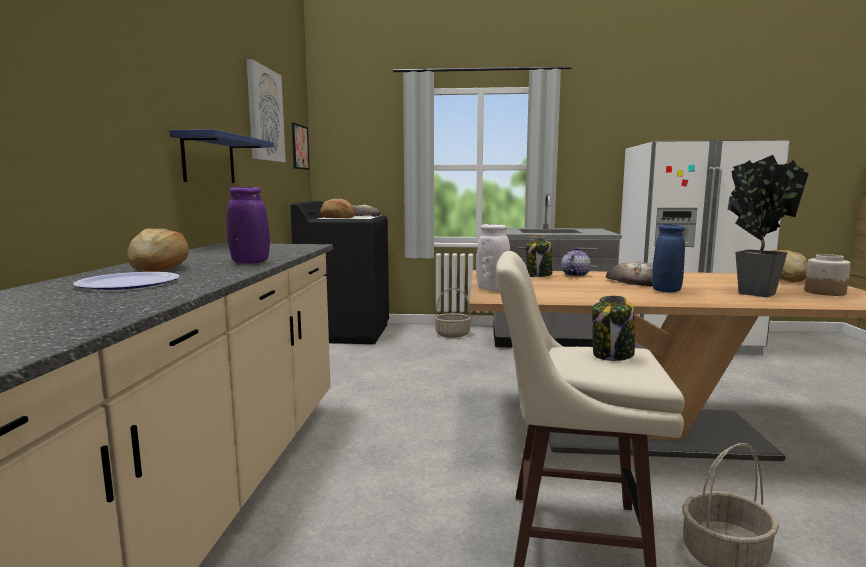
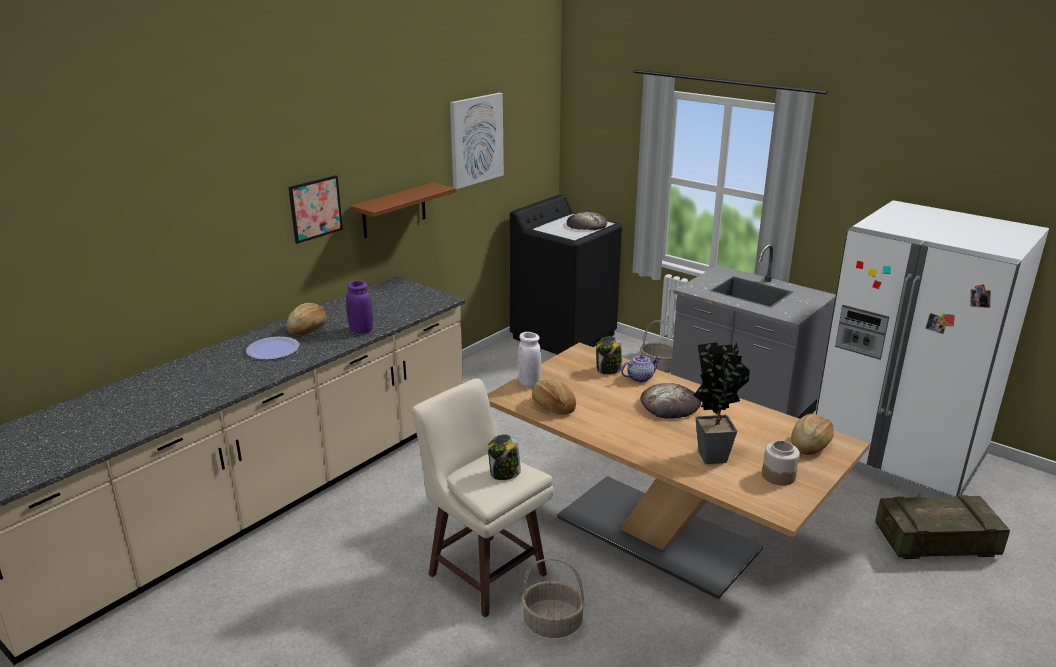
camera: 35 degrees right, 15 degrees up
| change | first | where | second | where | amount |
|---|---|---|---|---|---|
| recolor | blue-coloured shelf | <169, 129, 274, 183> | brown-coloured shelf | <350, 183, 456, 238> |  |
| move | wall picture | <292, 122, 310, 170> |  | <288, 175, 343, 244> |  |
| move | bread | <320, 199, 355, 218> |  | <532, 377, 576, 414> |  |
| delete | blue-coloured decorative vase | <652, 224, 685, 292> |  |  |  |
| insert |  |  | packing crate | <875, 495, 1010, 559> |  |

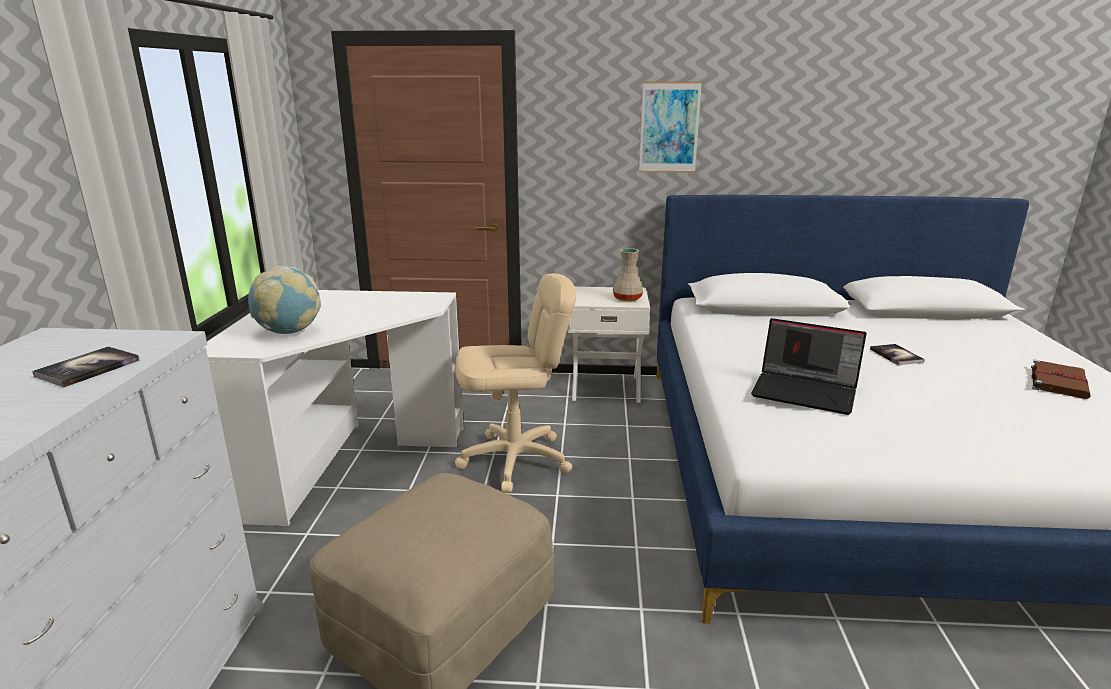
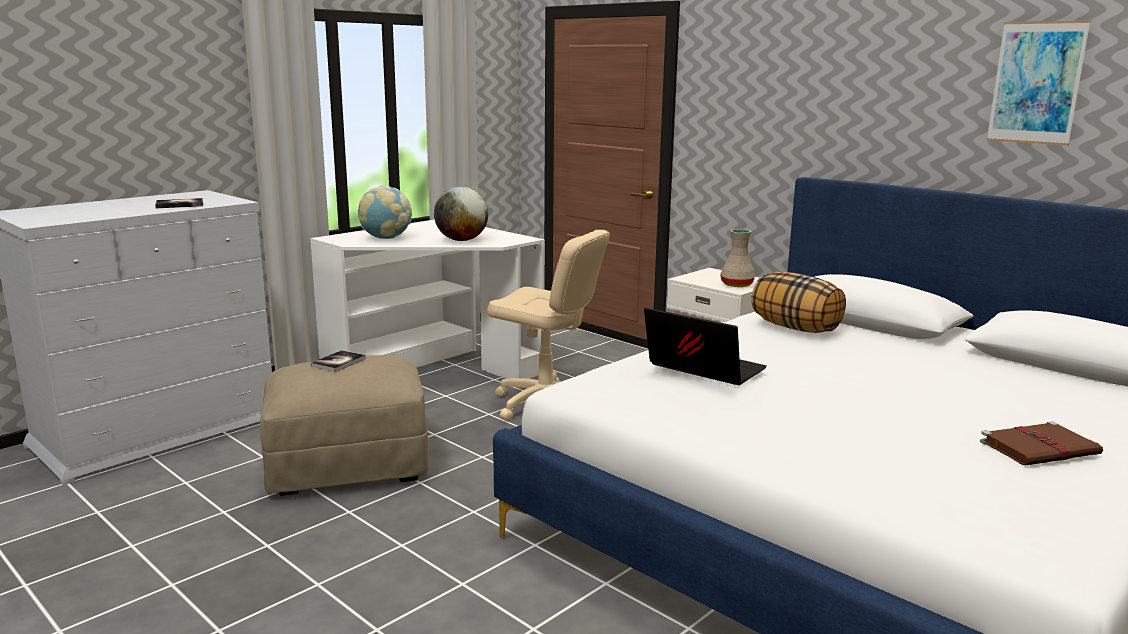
camera: 40 degrees right, 5 degrees down
| change | first | where | second | where | amount |
|---|---|---|---|---|---|
| move | wall picture | <639, 82, 702, 173> |  | <987, 20, 1091, 146> |  |
| rotate | notebook computer | <751, 318, 867, 415> |  | <644, 308, 767, 385> | 150 degrees clockwise |
| move | book | <870, 344, 925, 365> |  | <311, 350, 366, 372> |  |
| insert |  |  | desk globe | <434, 187, 488, 241> |  |
| insert |  |  | throw pillow | <751, 272, 846, 333> |  |

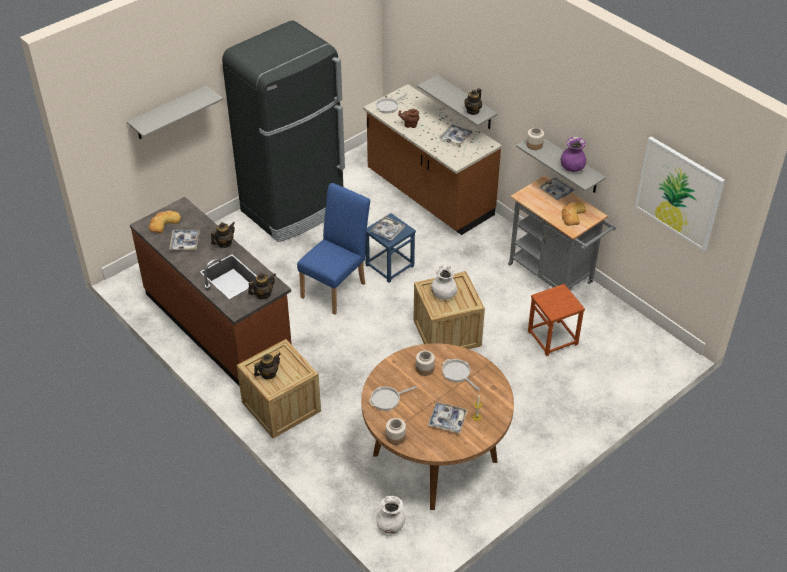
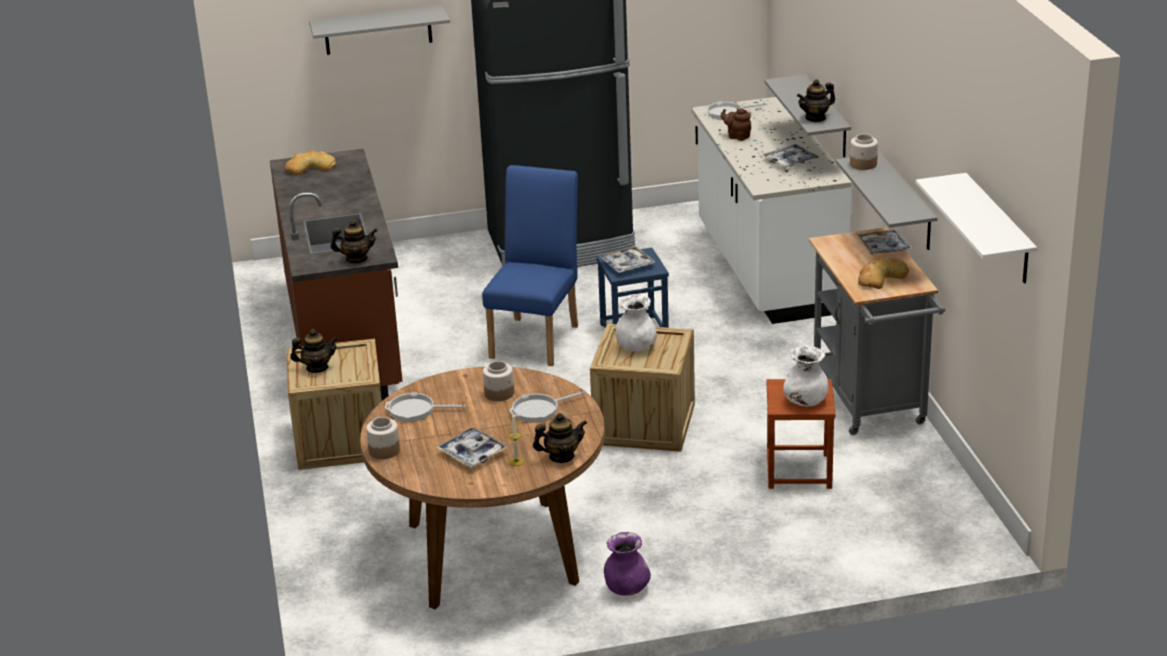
camera: 30 degrees right, 15 degrees down
| change | first | where | second | where | amount |
|---|---|---|---|---|---|
| delete | serving tray | <169, 229, 200, 251> |  |  |  |
| move | tea pot | <211, 222, 235, 248> |  | <533, 413, 587, 463> |  |
| rotate | blue-coloured plain chair | <297, 183, 370, 314> |  | <482, 165, 578, 366> | 45 degrees counterclockwise |
| recolor | brown-coloured kitchen base unit | <363, 84, 502, 235> | whitish kitchen base unit | <691, 97, 852, 324> |  |
| move | whitish decorative vase | <376, 496, 405, 534> |  | <783, 346, 829, 406> |  |
| rotate | pan | <442, 359, 480, 391> |  | <509, 391, 585, 423> | 105 degrees counterclockwise |
| move | purple-coloured decorative vase | <561, 137, 586, 172> |  | <604, 532, 651, 596> |  |
| replace | wall picture | <635, 137, 725, 251> | whitish shelf | <916, 173, 1037, 283> |  |

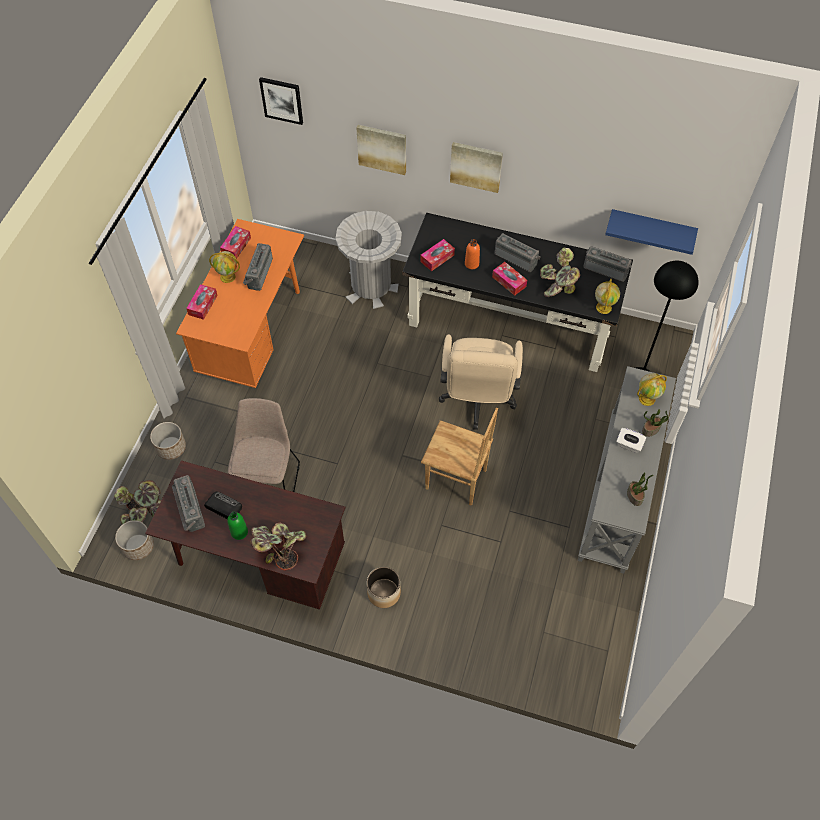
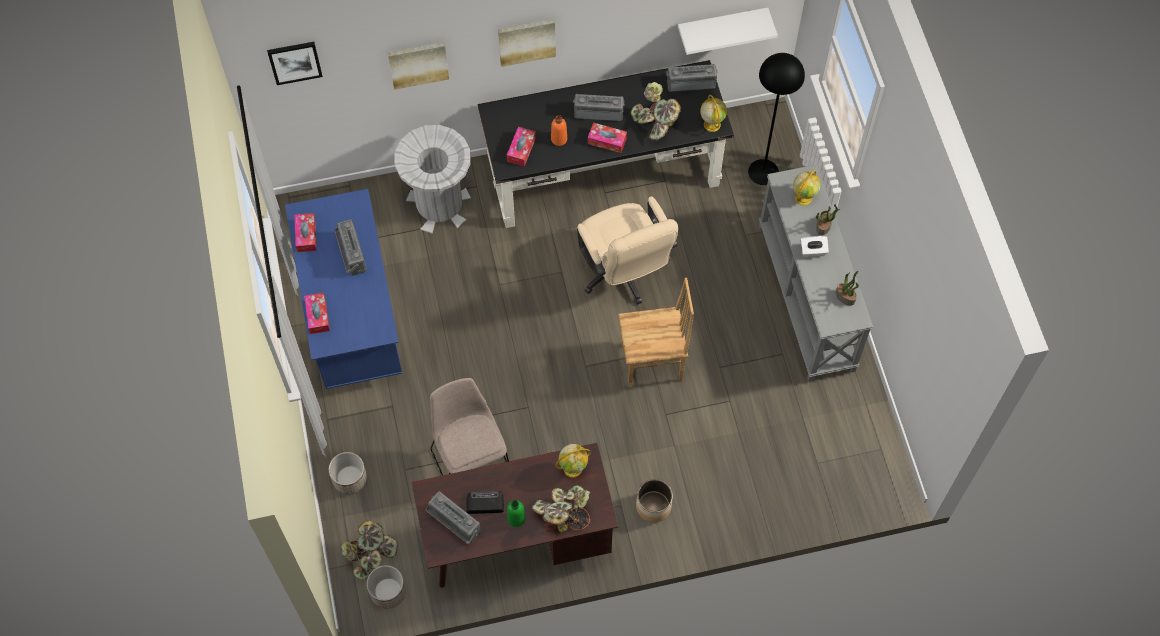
camera: 30 degrees left, 5 degrees up
| change | first | where | second | where | amount |
|---|---|---|---|---|---|
| recolor | orange desk table | <176, 219, 304, 388> | blue-coloured desk table | <285, 189, 402, 389> |  |
| move | desk globe | <209, 251, 240, 283> |  | <555, 444, 591, 478> |  |
| recolor | blue-coloured shelf | <605, 209, 698, 255> | whitish shelf | <678, 8, 778, 55> |  |

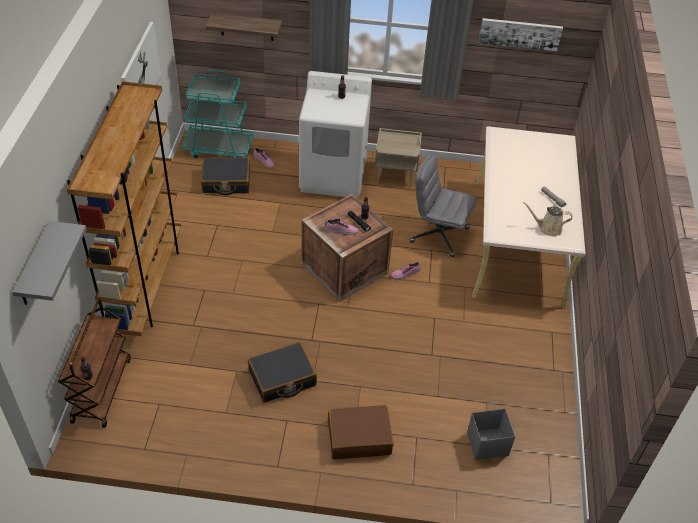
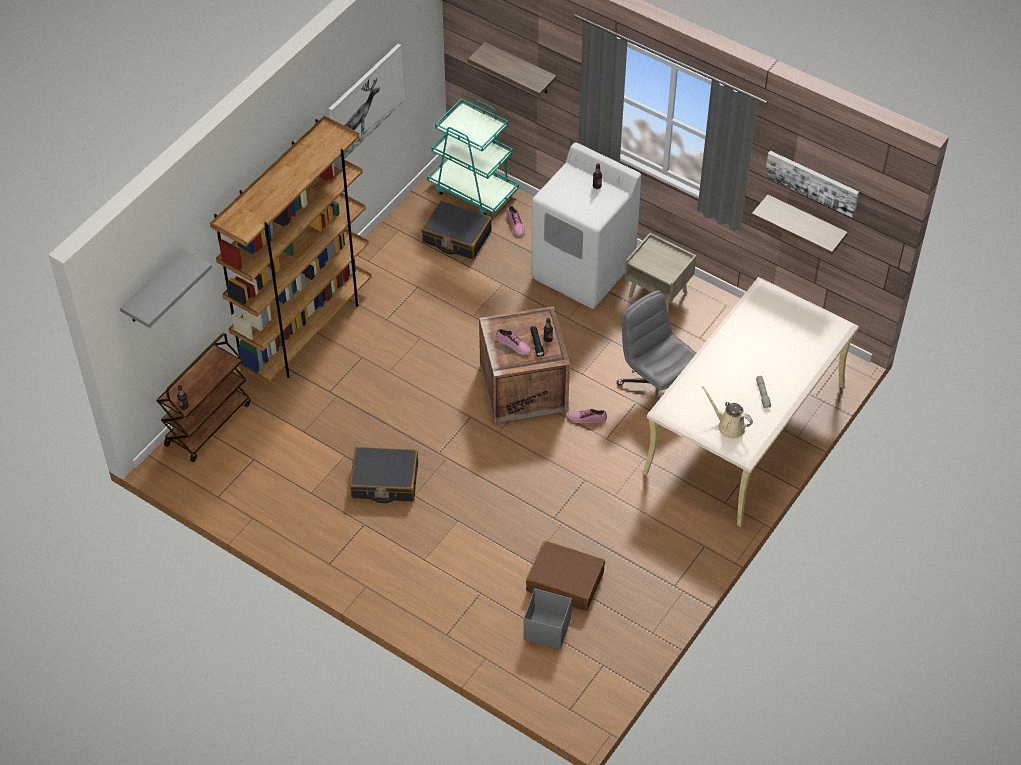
camera: 30 degrees right, 5 degrees up
| change | first | where | second | where | amount |
|---|---|---|---|---|---|
| move | brown-coloured piece of luggage | <328, 405, 394, 459> |  | <526, 541, 605, 611> |  |
| insert |  |  | shelf | <751, 194, 848, 255> |  |

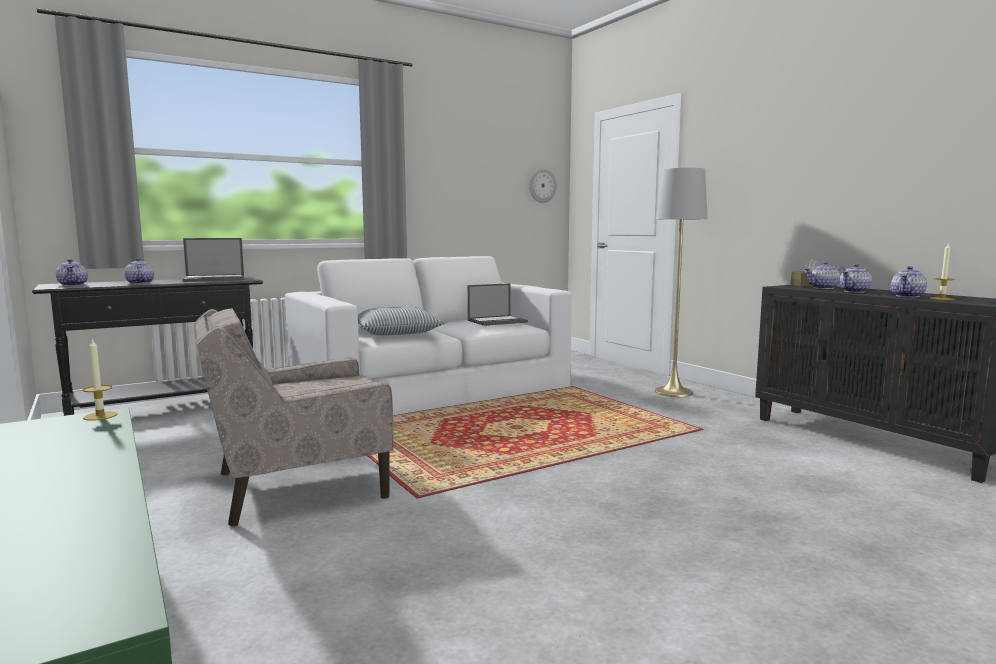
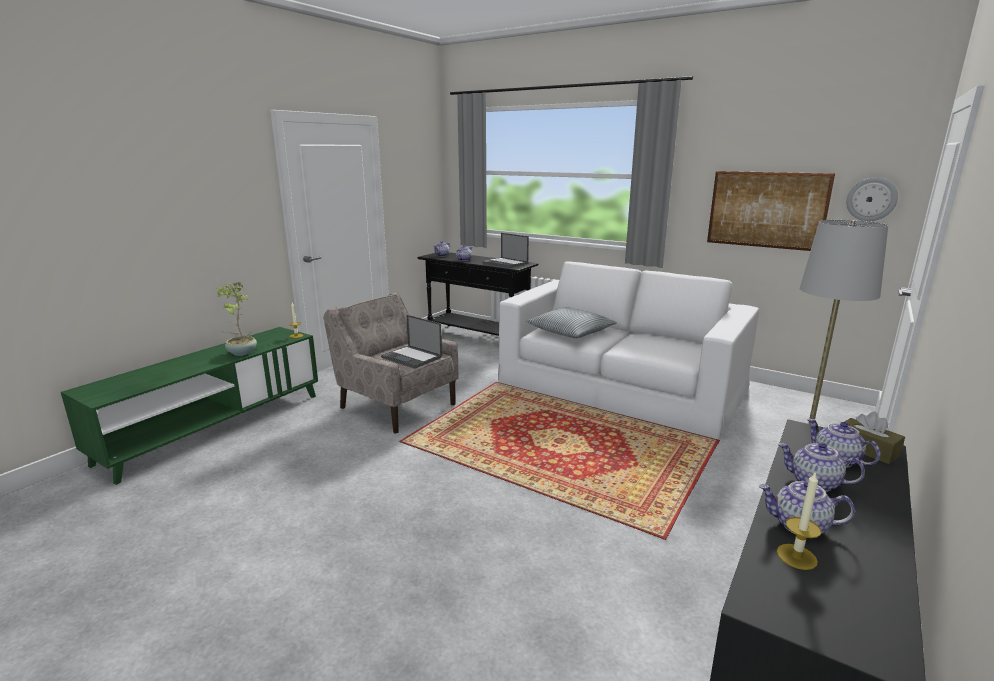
camera: 65 degrees right, 10 degrees up
| change | first | where | second | where | amount |
|---|---|---|---|---|---|
| move | notebook computer | <468, 283, 528, 326> |  | <381, 315, 442, 369> |  |
| insert |  |  | houseplant | <216, 282, 257, 356> |  |
| insert |  |  | wall picture | <707, 171, 835, 251> |  |

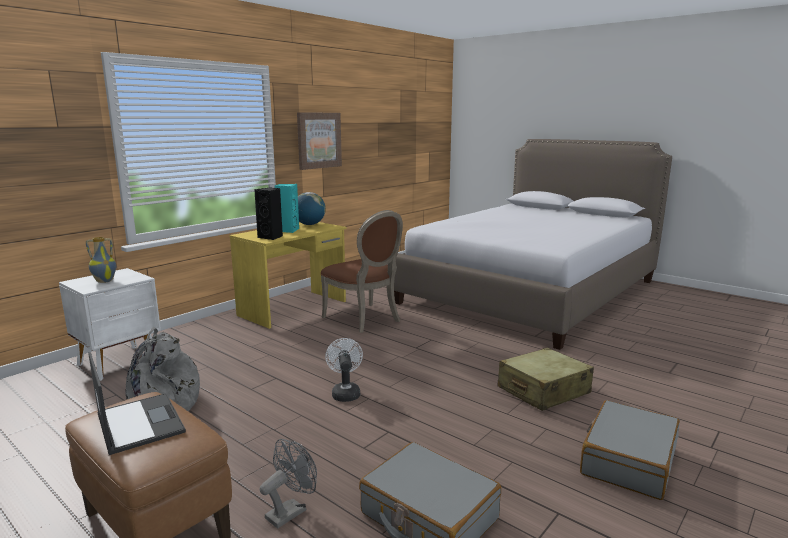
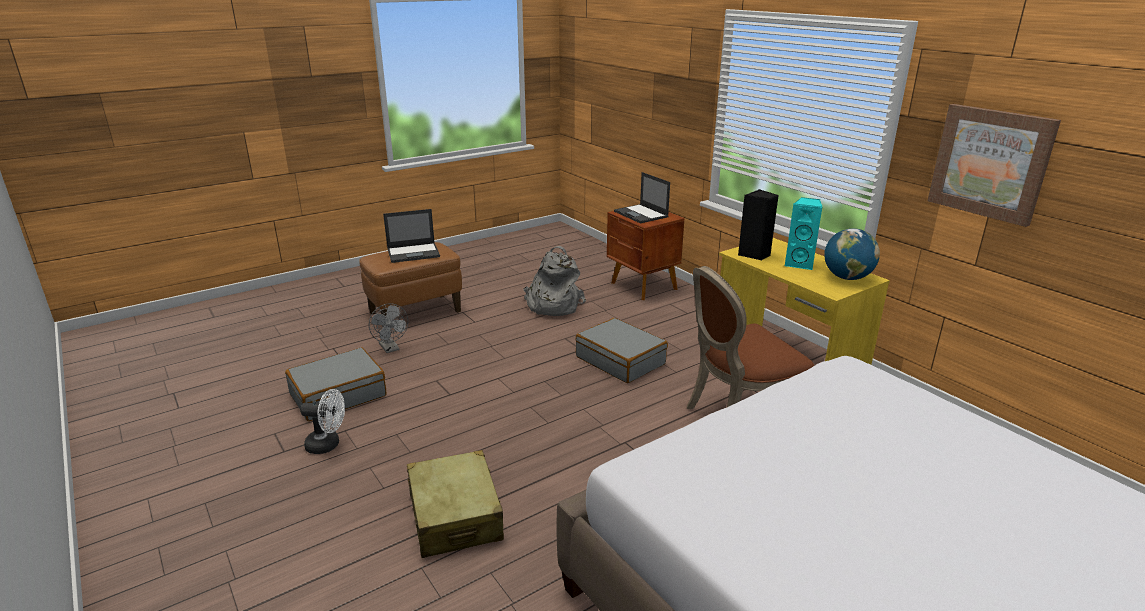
camera: 105 degrees right, 10 degrees up
| change | first | where | second | where | amount |
|---|---|---|---|---|---|
| recolor | whitish night table | <59, 268, 161, 381> | brown-coloured night table | <607, 211, 685, 300> |  |
| replace | decorative vase | <86, 237, 116, 283> | notebook computer | <614, 172, 670, 224> |  |
| move | whitish electric fan | <325, 338, 363, 402> |  | <300, 389, 345, 454> |  |
| move | gray piece of luggage | <580, 400, 680, 500> |  | <575, 318, 668, 383> |  |

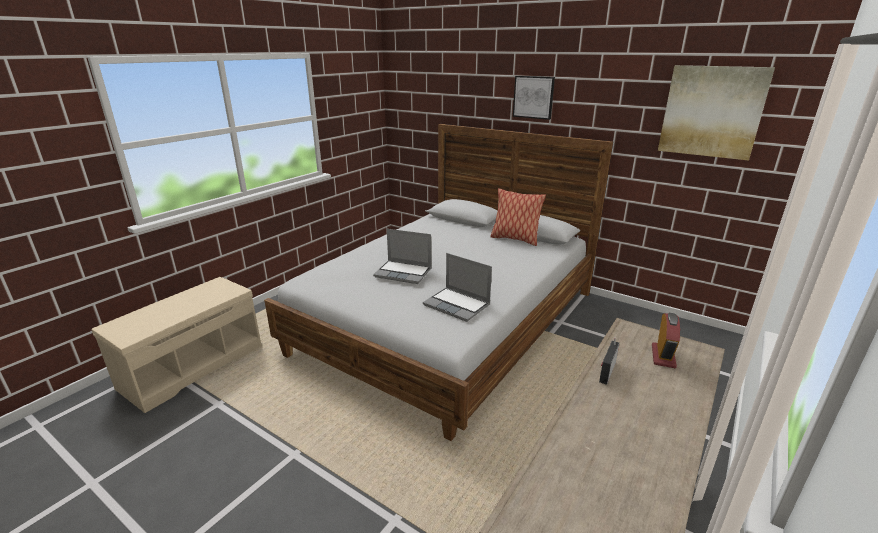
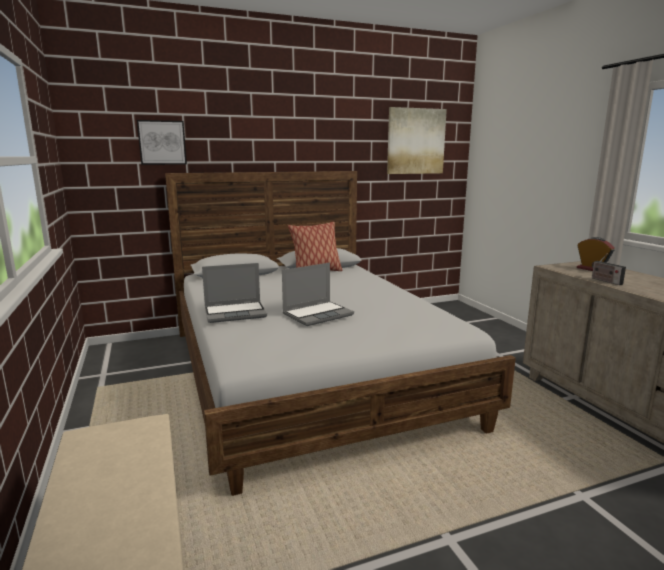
camera: 55 degrees left, 10 degrees down
| change | first | where | second | where | amount |
|---|---|---|---|---|---|
| move | notebook computer | <423, 253, 492, 322> |  | <202, 263, 267, 323> |  |
| move | wall picture | <513, 76, 555, 120> |  | <137, 120, 187, 165> |  |

